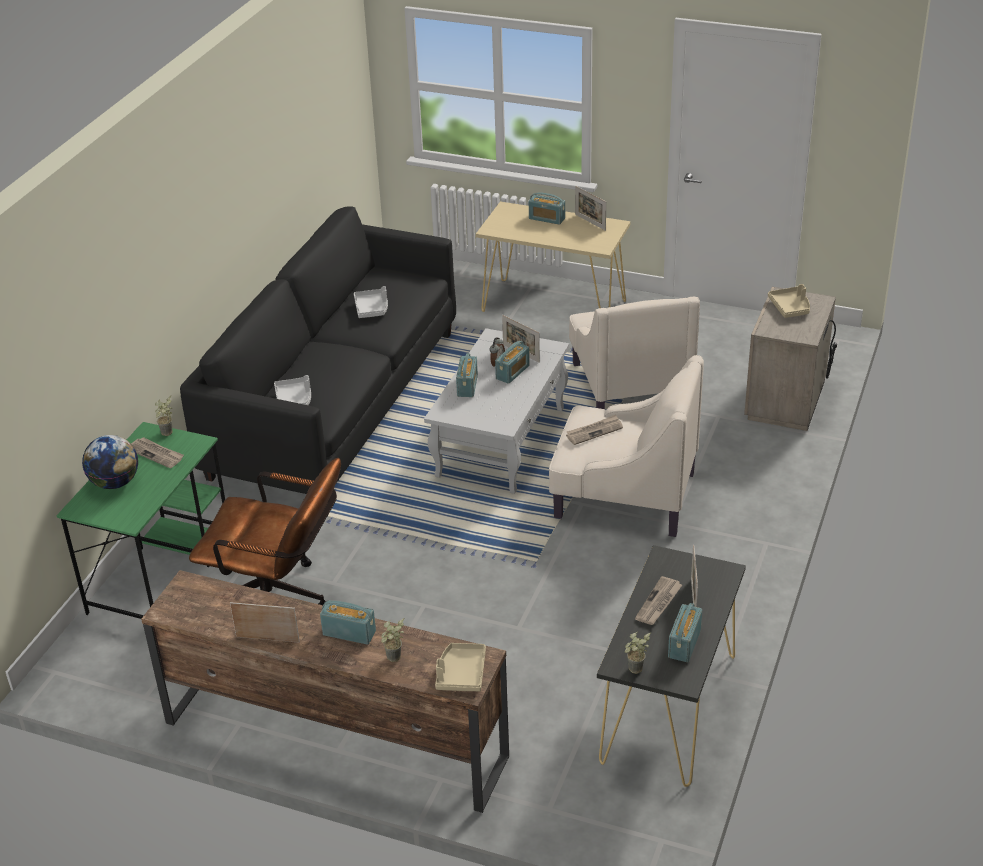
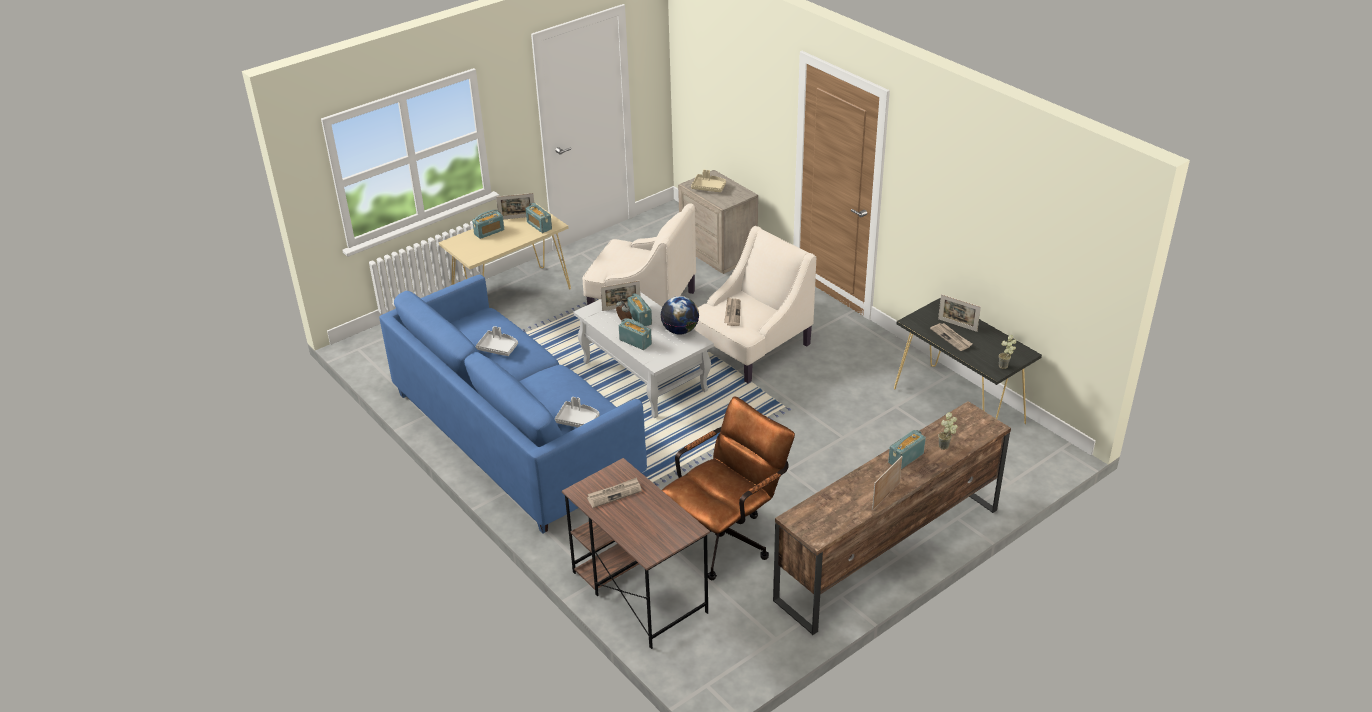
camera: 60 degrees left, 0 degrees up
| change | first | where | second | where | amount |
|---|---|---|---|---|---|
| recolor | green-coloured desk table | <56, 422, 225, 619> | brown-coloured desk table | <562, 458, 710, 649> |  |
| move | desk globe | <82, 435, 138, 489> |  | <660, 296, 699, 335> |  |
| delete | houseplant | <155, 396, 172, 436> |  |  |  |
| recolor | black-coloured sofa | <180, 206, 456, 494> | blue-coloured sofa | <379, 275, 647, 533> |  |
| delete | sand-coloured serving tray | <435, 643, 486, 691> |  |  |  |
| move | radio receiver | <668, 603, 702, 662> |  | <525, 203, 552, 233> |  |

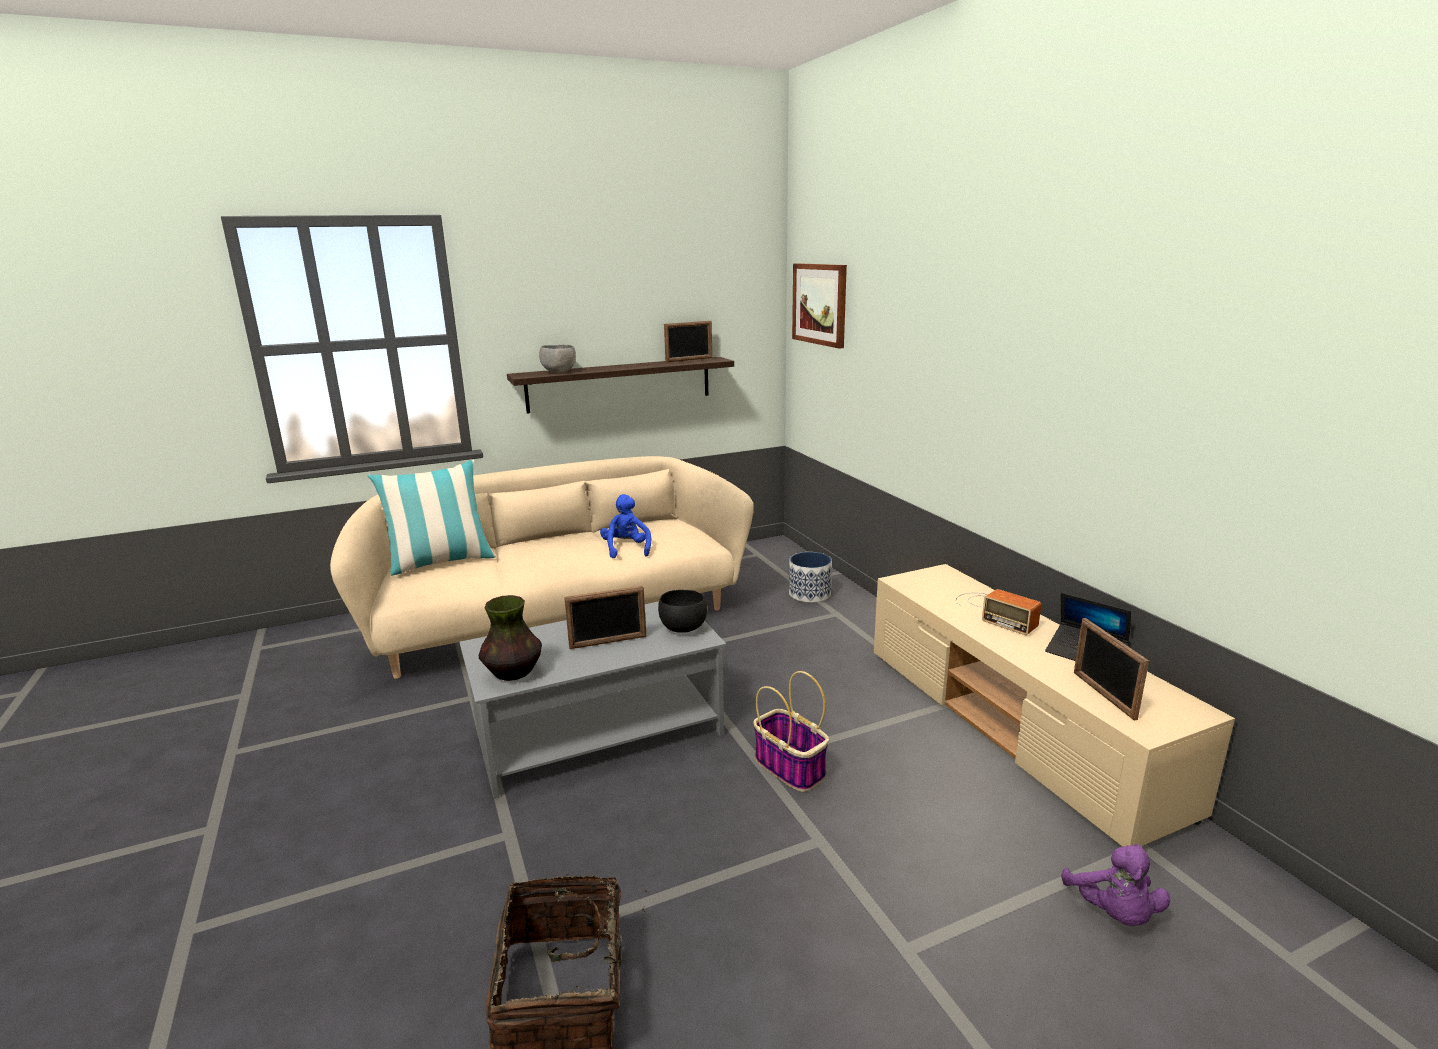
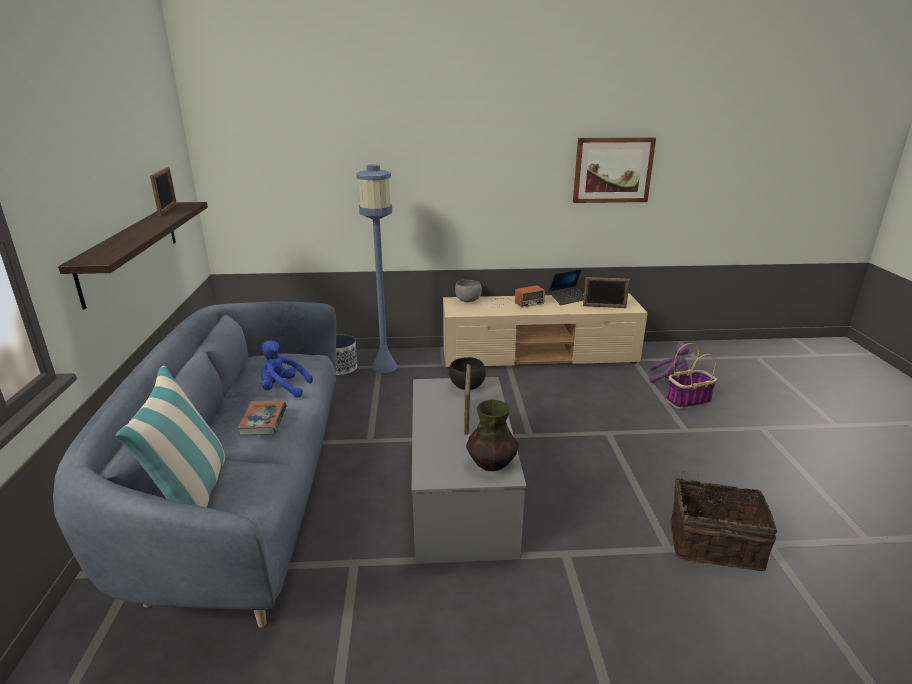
camera: 70 degrees left, 5 degrees up
| change | first | where | second | where | amount |
|---|---|---|---|---|---|
| recolor | sand-coloured sofa | <330, 456, 754, 679> | blue-coloured sofa | <53, 302, 336, 628> |  |
| move | gray deep dish | <539, 345, 576, 372> |  | <455, 280, 482, 302> |  |
| move | household basket | <753, 671, 829, 792> |  | <666, 343, 717, 409> |  |
| move | wall picture | <792, 263, 847, 349> |  | <573, 137, 656, 203> |  |
| insert |  |  | book | <237, 401, 287, 435> |  |
| insert |  |  | blue-coloured floor lamp | <356, 164, 398, 373> |  |

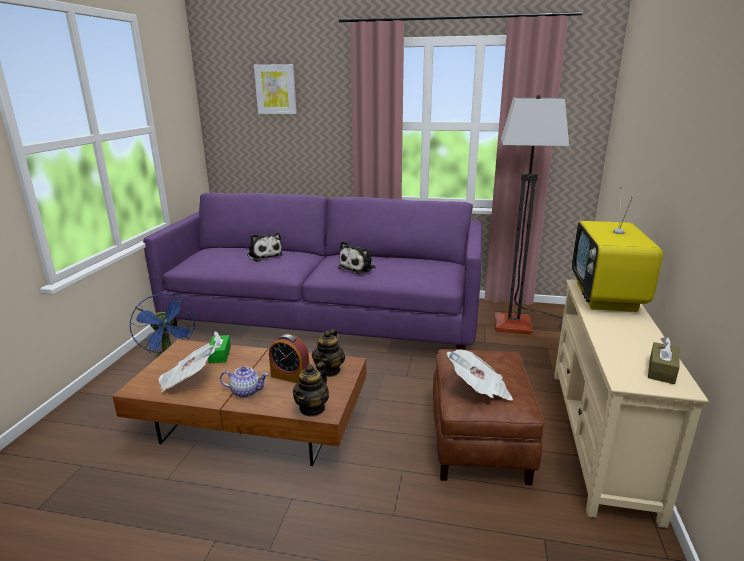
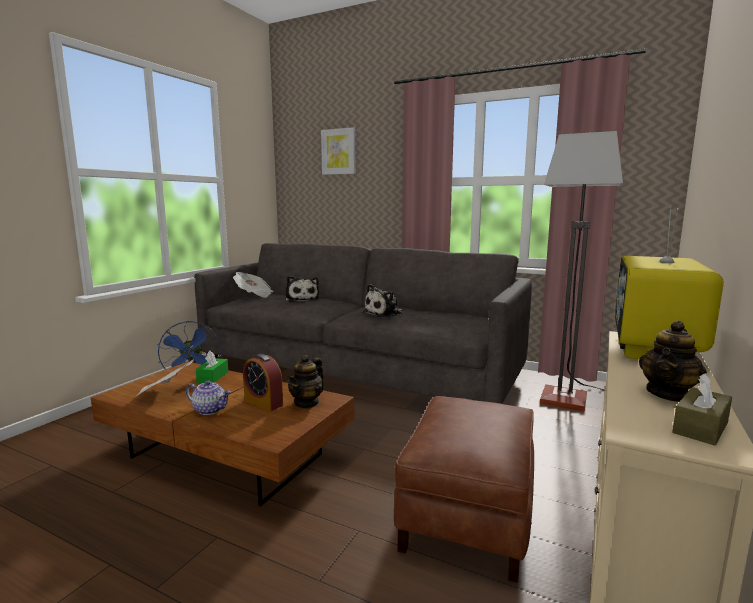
camera: 15 degrees right, 10 degrees down
| change | first | where | second | where | amount |
|---|---|---|---|---|---|
| recolor | purple-coloured sofa | <143, 193, 482, 350> | gray sofa | <194, 243, 532, 404> |  |
| move | tea pot | <293, 362, 329, 417> |  | <639, 320, 707, 402> |  |
| move | daily paper | <447, 349, 513, 400> |  | <233, 272, 273, 298> |  |

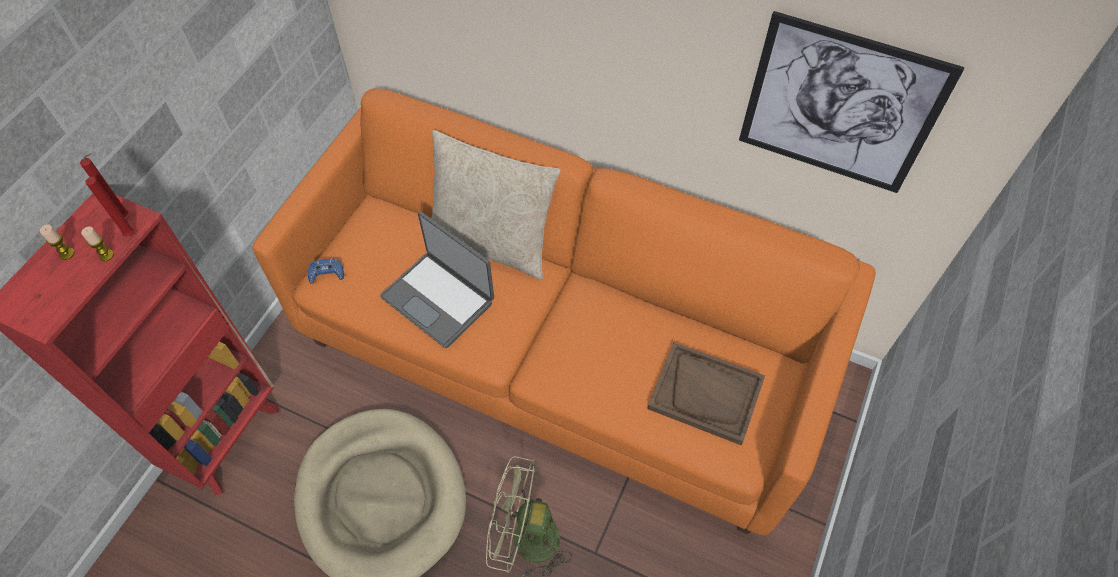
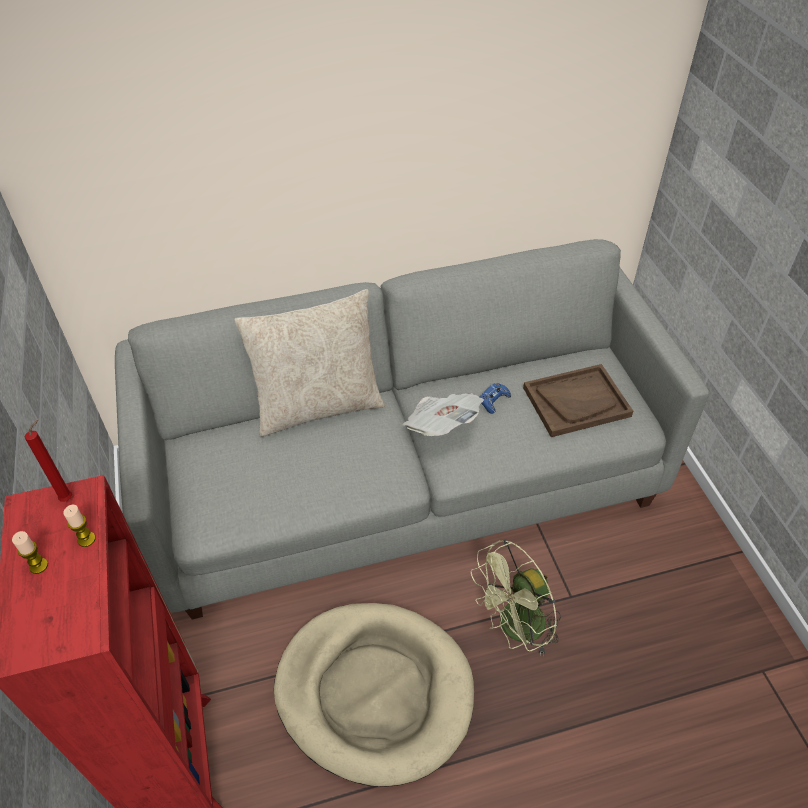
camera: 40 degrees left, 10 degrees down
| change | first | where | second | where | amount |
|---|---|---|---|---|---|
| delete | red-coloured wax candle | <85, 177, 134, 236> |  |  |  |
| recolor | orange sofa | <253, 88, 876, 535> | gray sofa | <115, 239, 709, 620> |  |
| move | blue-coloured joypad | <308, 258, 344, 284> |  | <480, 383, 511, 414> |  |
| delete | notebook computer | <380, 211, 494, 348> |  |  |  |
| delete | wall picture | <739, 11, 964, 193> |  |  |  |
| insert |  |  | daily paper | <403, 393, 484, 436> |  |

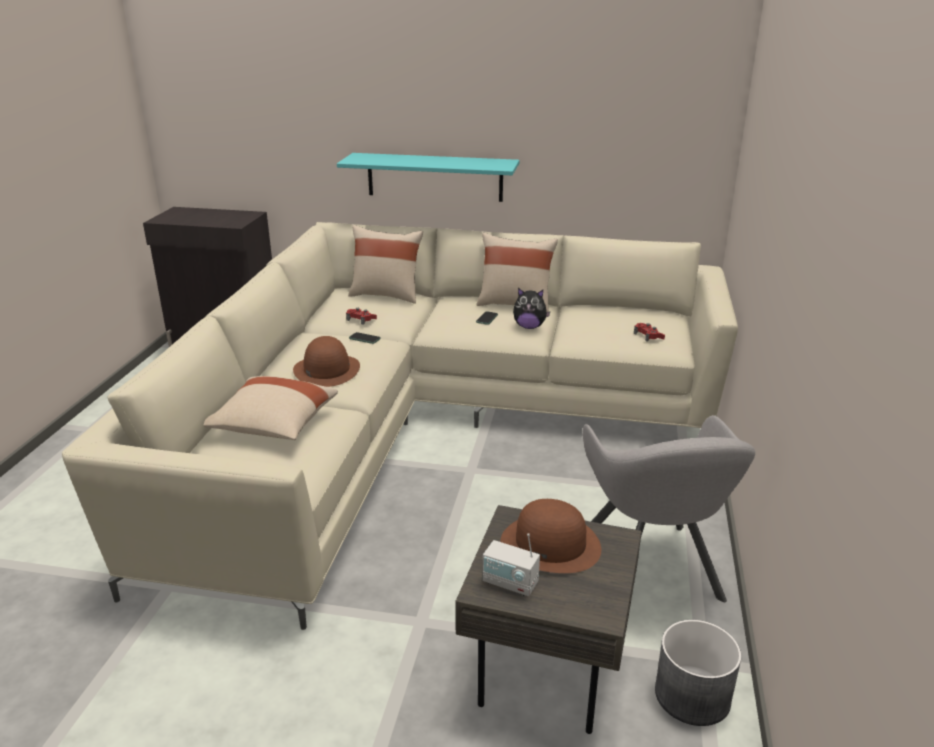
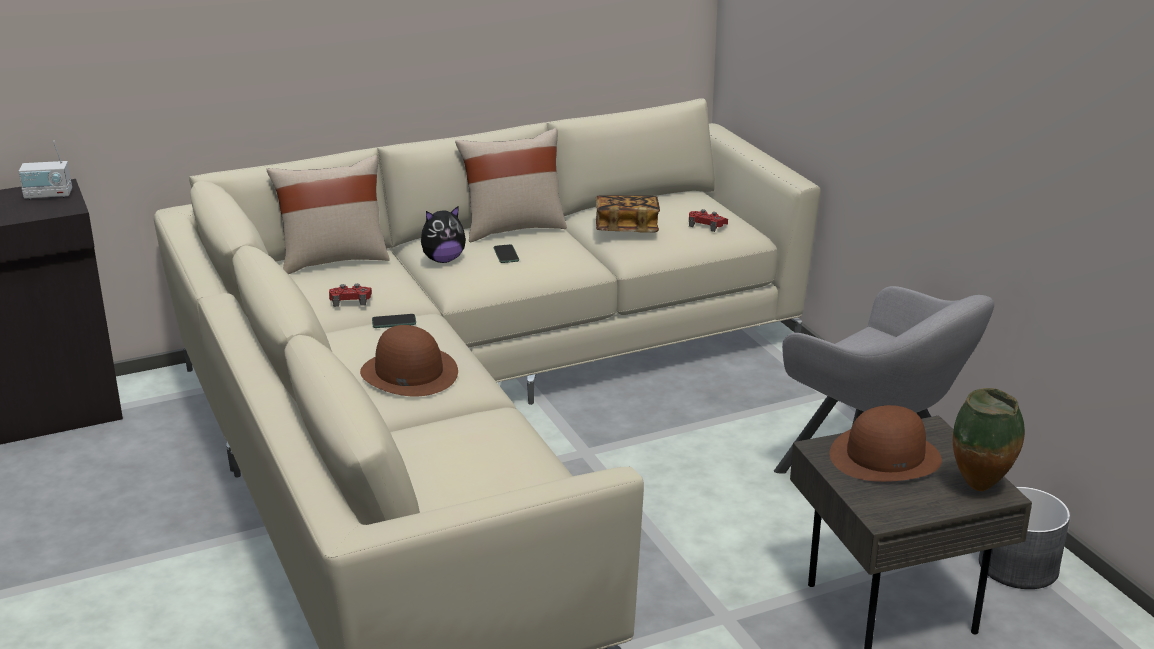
camera: 35 degrees left, 0 degrees up
| change | first | where | second | where | amount |
|---|---|---|---|---|---|
| delete | sand-coloured throw pillow | <204, 376, 338, 440> |  |  |  |
| delete | blue-green shelf | <337, 153, 520, 202> |  |  |  |
| move | radio receiver | <483, 533, 540, 596> |  | <19, 141, 72, 200> |  |
| move | cuddly toy | <513, 288, 550, 329> |  | <421, 206, 466, 263> |  |
| insert |  |  | book | <596, 195, 660, 232> |  |
| insert |  |  | decorative vase | <953, 388, 1025, 491> |  |

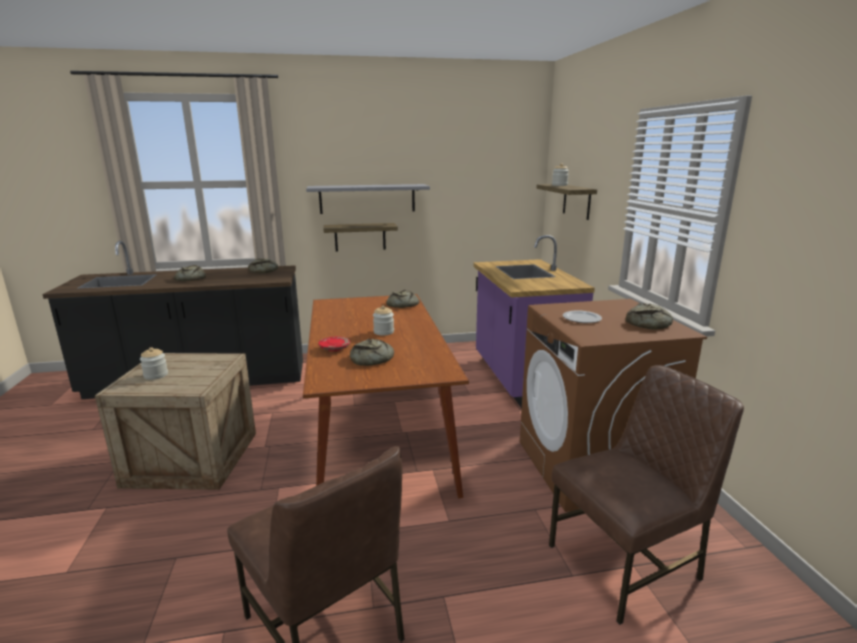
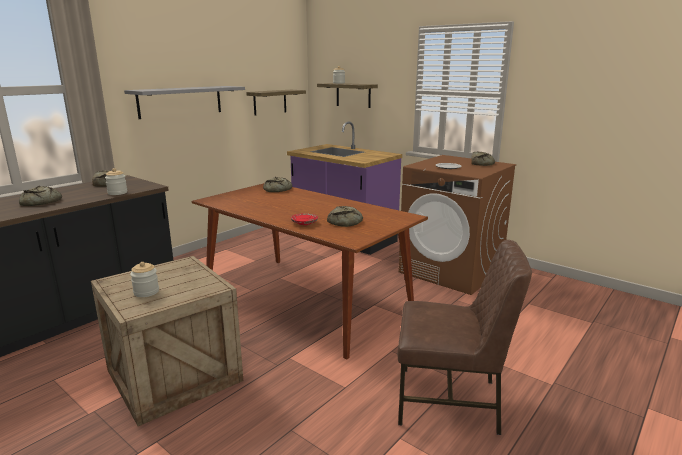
camera: 40 degrees left, 0 degrees up
| change | first | where | second | where | amount |
|---|---|---|---|---|---|
| move | shelf | <323, 223, 398, 252> |  | <246, 90, 306, 116> |  |
| move | storage jar | <373, 306, 394, 336> |  | <105, 168, 127, 195> |  |
| delete | brown-coloured plain chair | <549, 365, 744, 625> |  |  |  |

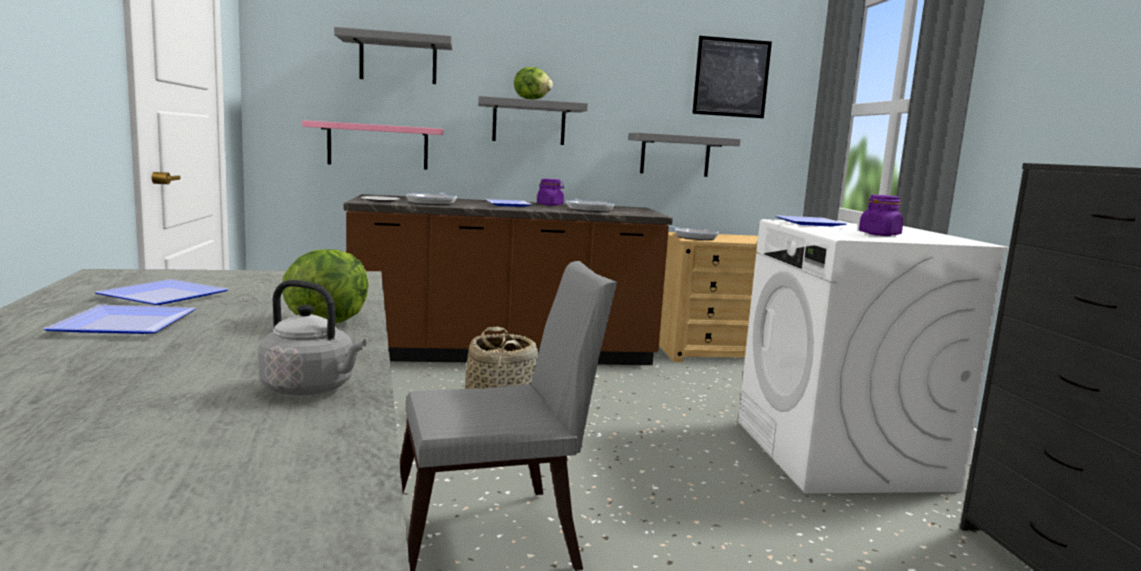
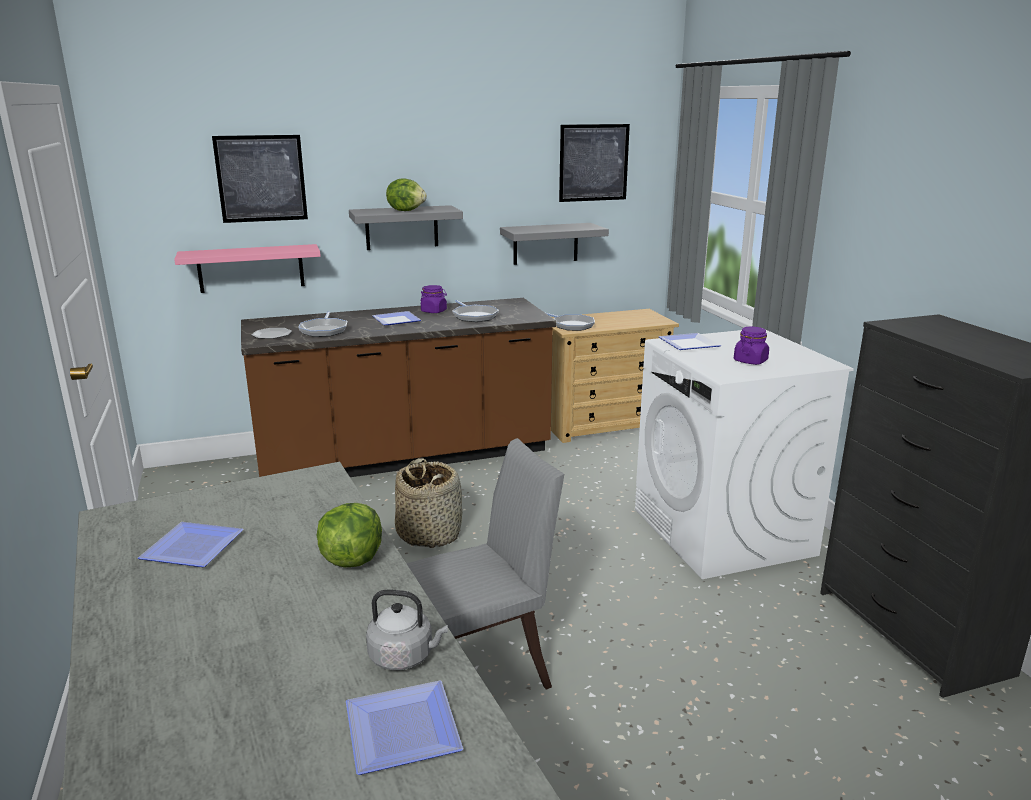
camera: 10 degrees left, 10 degrees up
| change | first | where | second | where | amount |
|---|---|---|---|---|---|
| move | flat dish | <43, 305, 196, 334> |  | <346, 681, 463, 775> |  |
| replace | gray shelf | <334, 27, 453, 84> | wall picture | <212, 135, 308, 223> |  |

